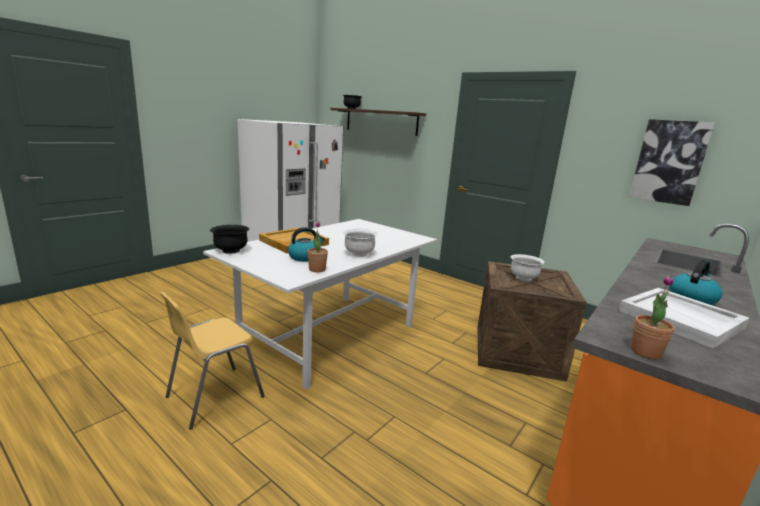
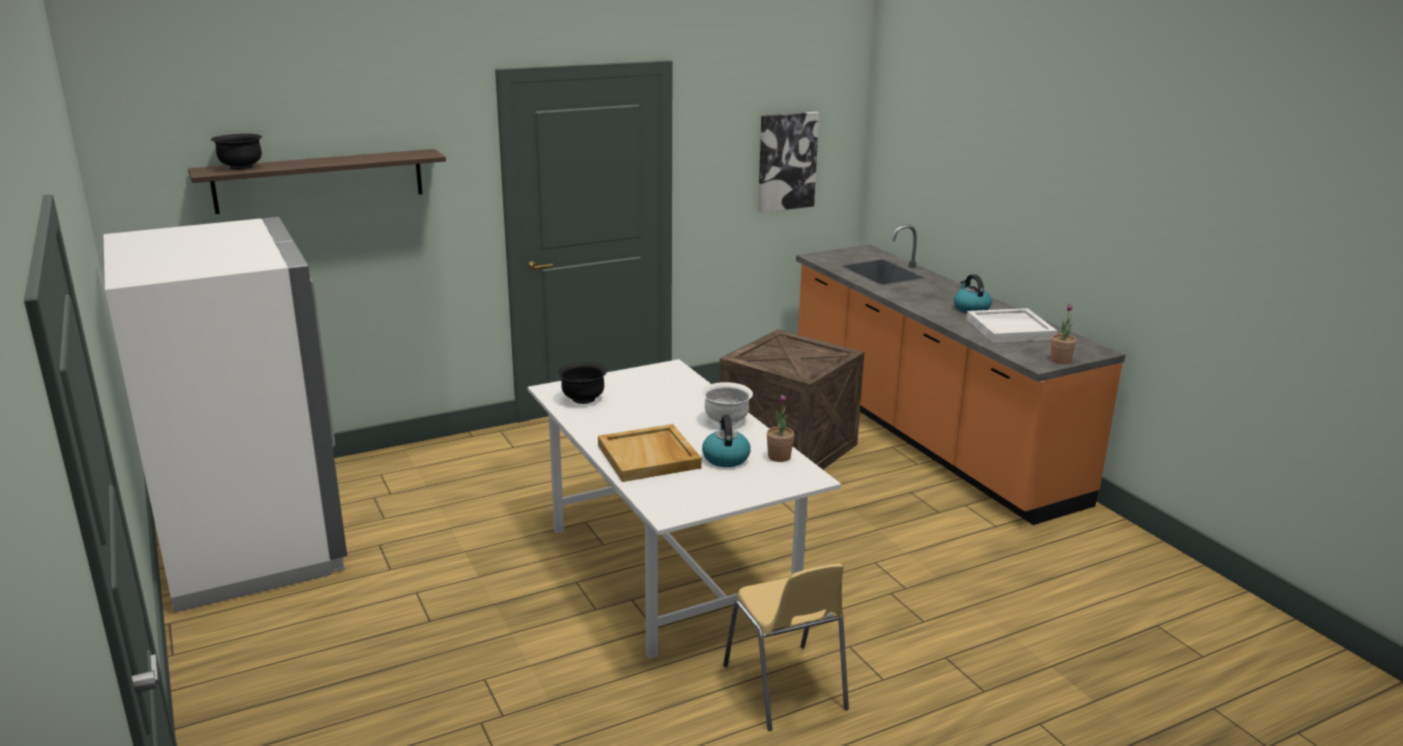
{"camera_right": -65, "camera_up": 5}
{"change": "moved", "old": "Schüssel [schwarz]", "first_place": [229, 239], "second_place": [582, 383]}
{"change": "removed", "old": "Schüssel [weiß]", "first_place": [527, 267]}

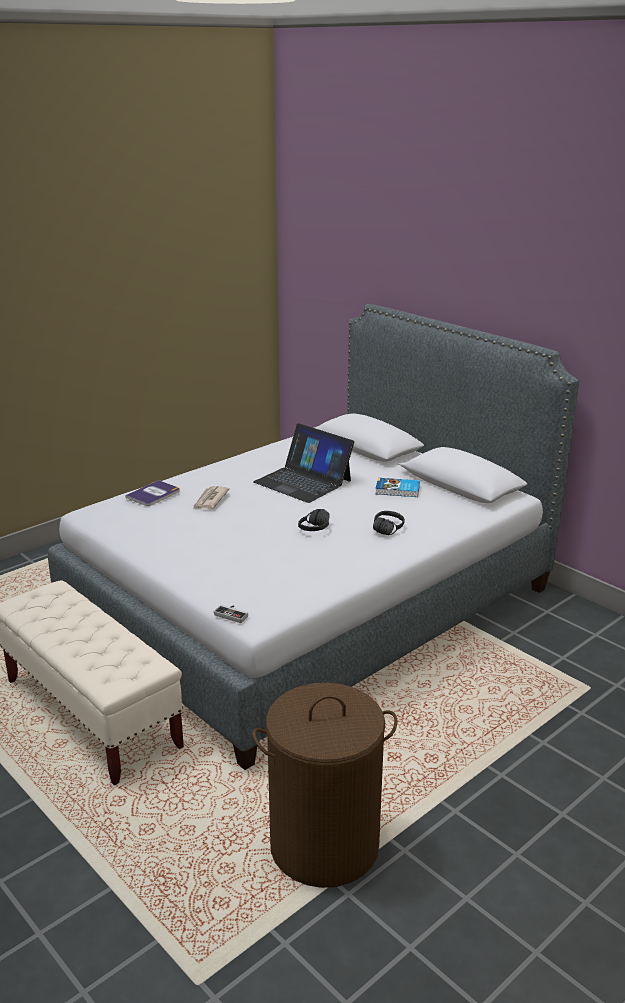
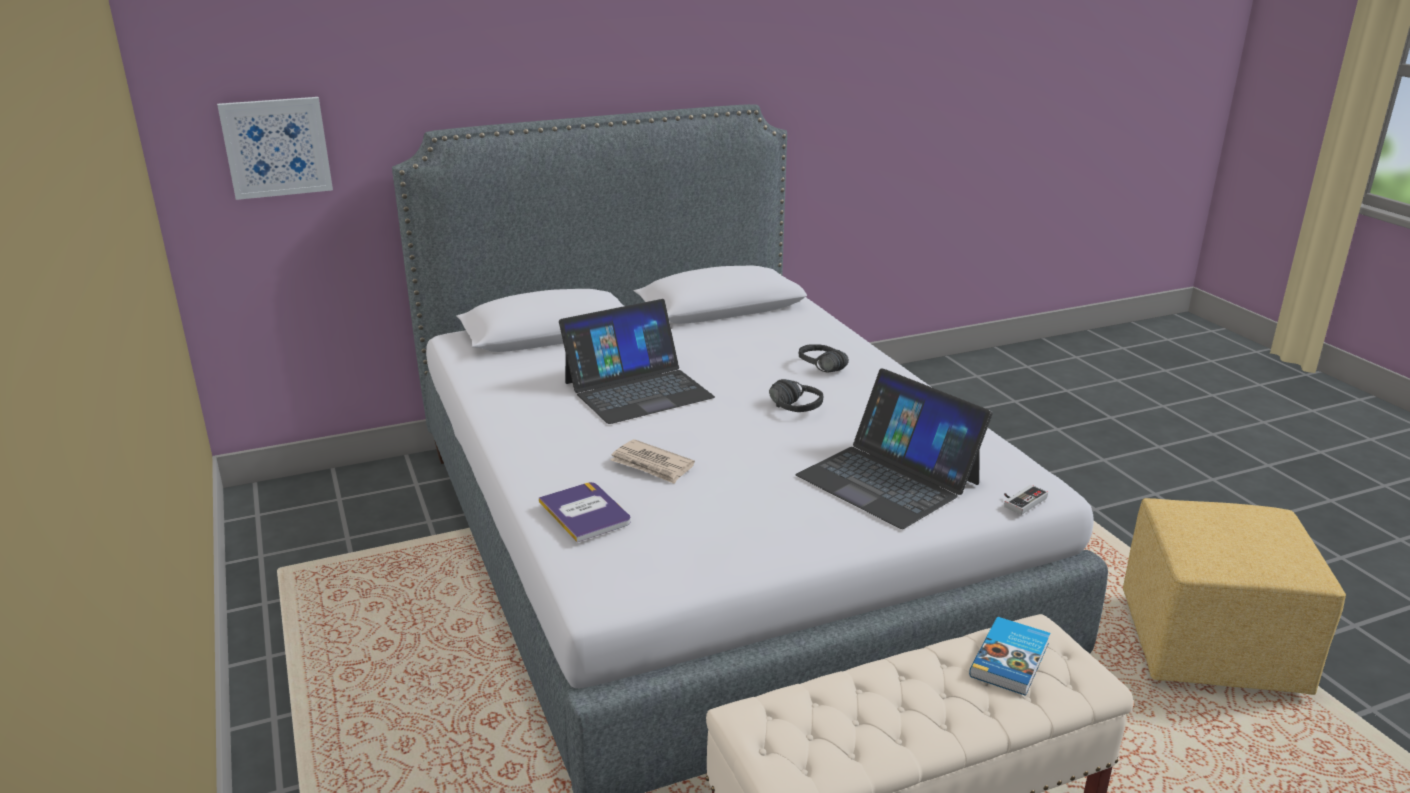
{"camera_right": -70, "camera_up": 0}
{"change": "moved", "old": "Buch", "first_place": [397, 487], "second_place": [1009, 656]}
{"change": "replaced", "old": "Wäschekorb [braun]", "new": "Polsterhocker [gelb]", "first_place": [324, 785], "second_place": [1234, 596]}
{"change": "added", "new": "Bild", "second_place": [275, 148]}
{"change": "added", "new": "Laptop", "second_place": [894, 448]}

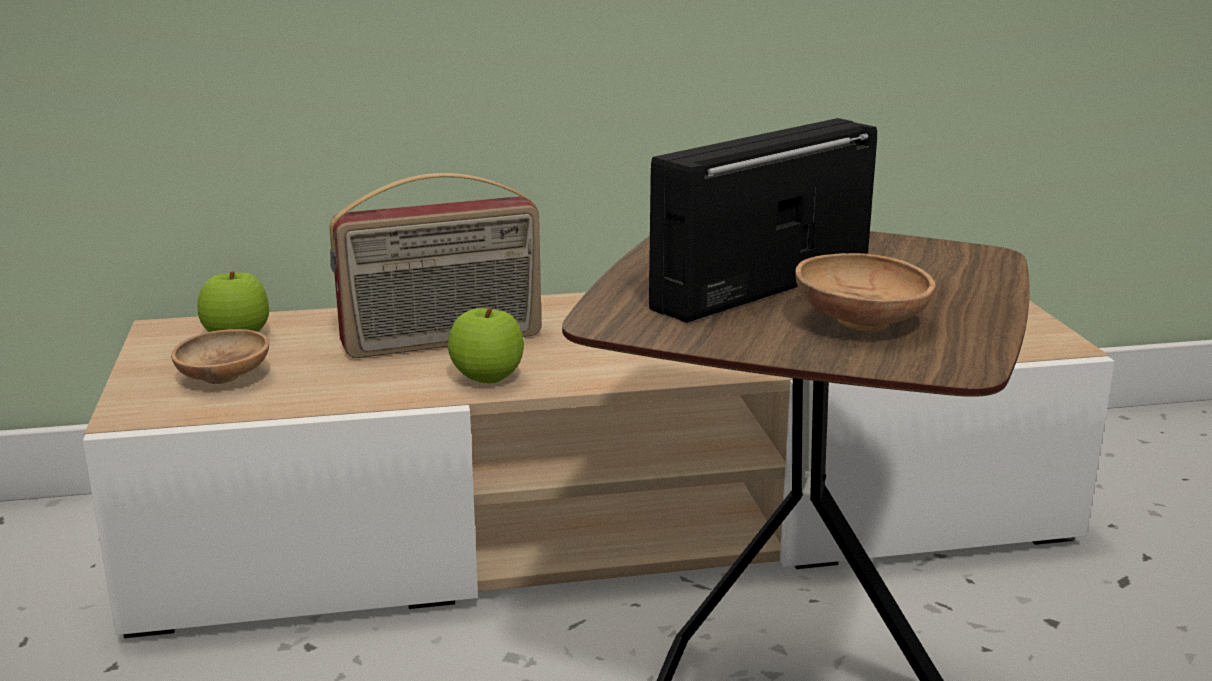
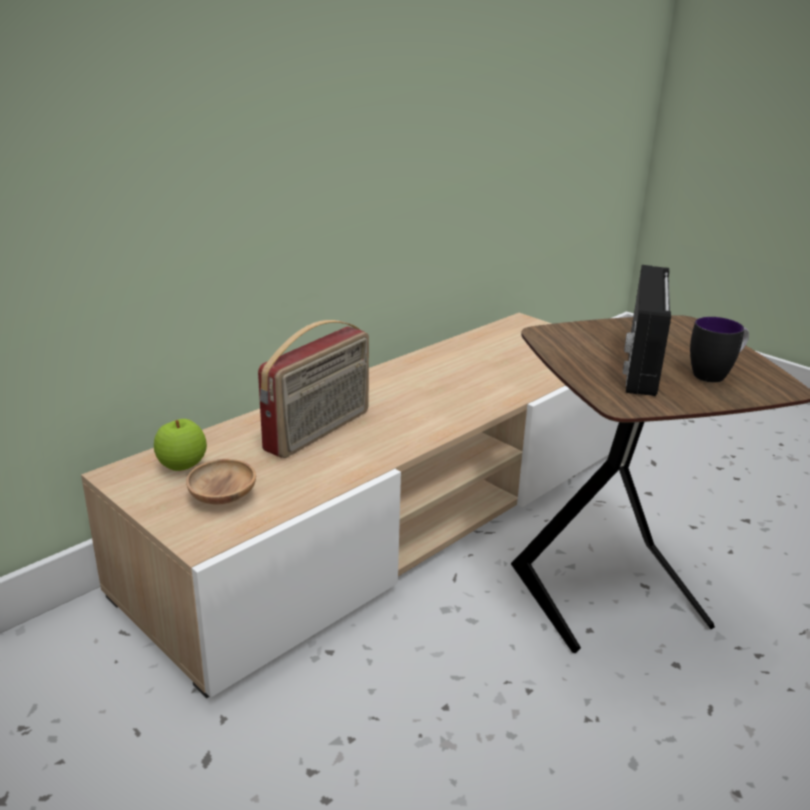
{"camera_right": -35, "camera_up": 5}
{"change": "replaced", "old": "Schüssel [braun]", "new": "Henkelbecher", "first_place": [865, 292], "second_place": [719, 350]}
{"change": "removed", "old": "Apfel", "first_place": [486, 345]}

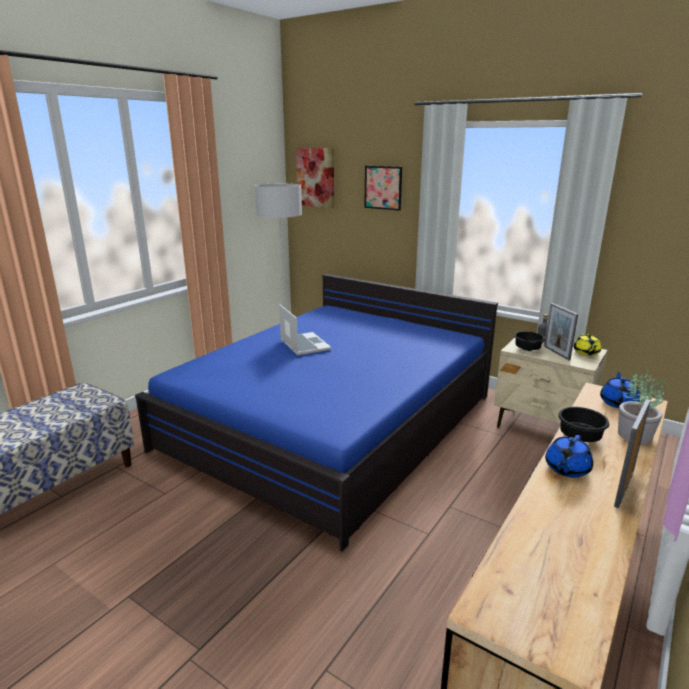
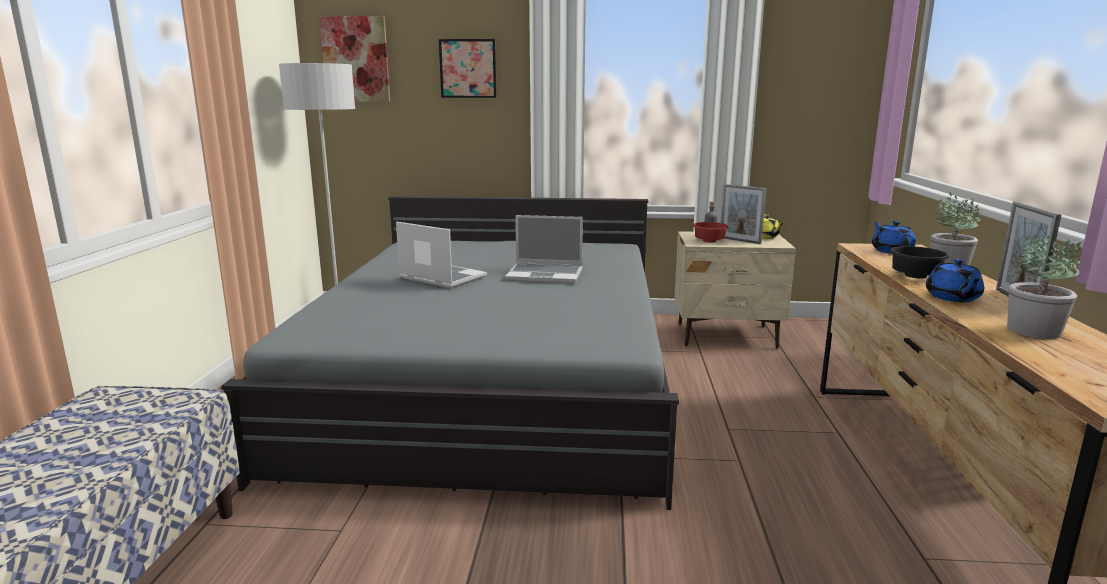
{"camera_right": -30, "camera_up": -5}
{"change": "recoloured", "old": "Bett [blau]", "new": "Bett [grau]", "first_place": [316, 412], "second_place": [450, 353]}
{"change": "recoloured", "old": "Schüssel [schwarz]", "new": "Schüssel [rot]", "first_place": [529, 341], "second_place": [711, 232]}
{"change": "added", "new": "Laptop", "second_place": [544, 249]}
{"change": "added", "new": "Topfpflanze", "second_place": [1044, 287]}

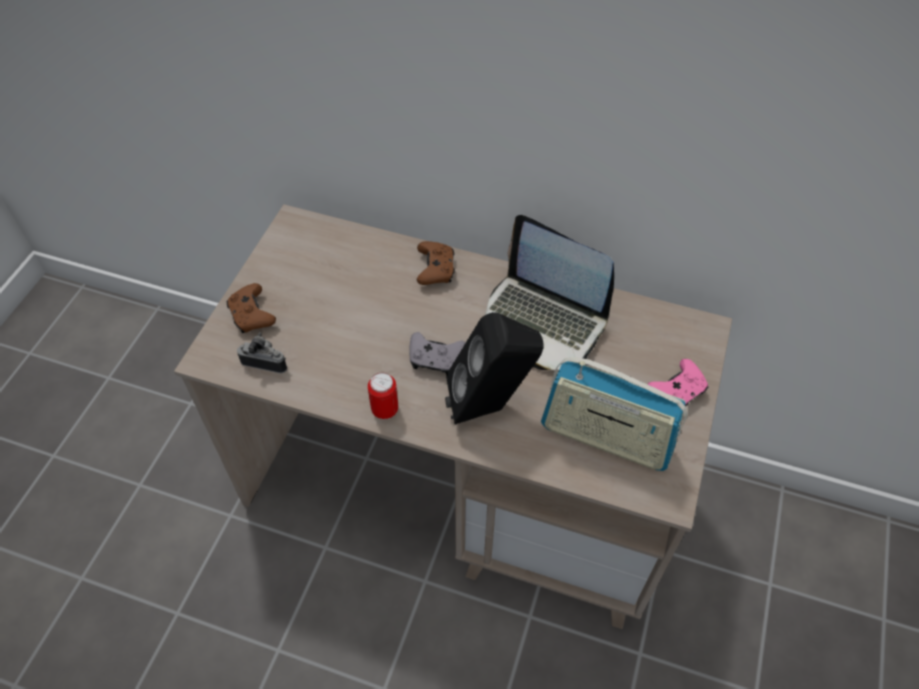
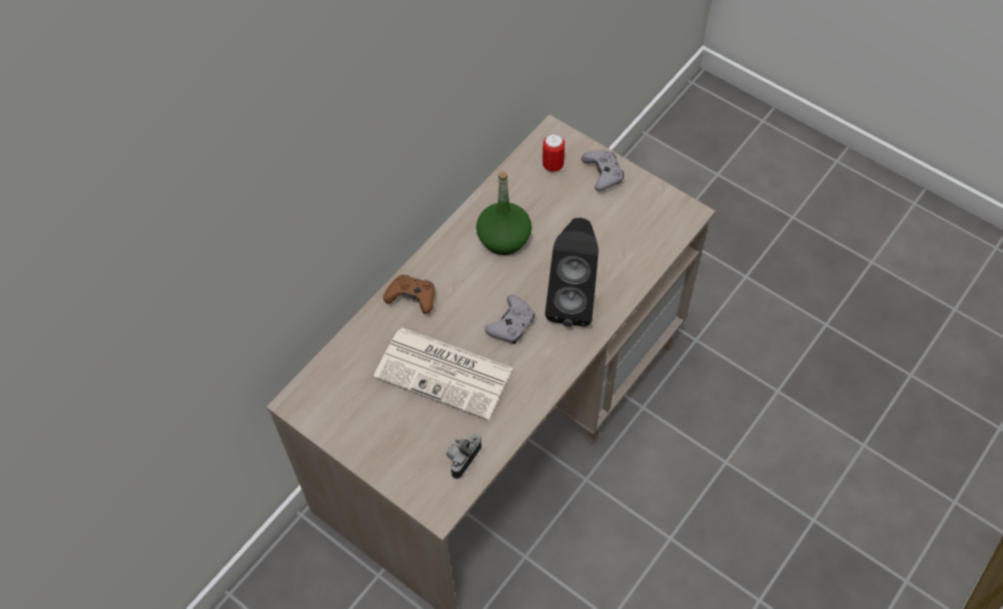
{"camera_right": -70, "camera_up": 5}
{"change": "replaced", "old": "Laptop", "new": "Flasche [grün]", "first_place": [549, 292], "second_place": [504, 213]}
{"change": "removed", "old": "Gamepad [braun]", "first_place": [251, 308]}
{"change": "removed", "old": "Radio", "first_place": [614, 414]}
{"change": "recoloured", "old": "Gamepad [rosa]", "new": "Gamepad [grau]", "first_place": [678, 382], "second_place": [603, 170]}
{"change": "moved", "old": "Dose", "first_place": [383, 396], "second_place": [553, 152]}
{"change": "added", "new": "Zeitung", "second_place": [443, 374]}

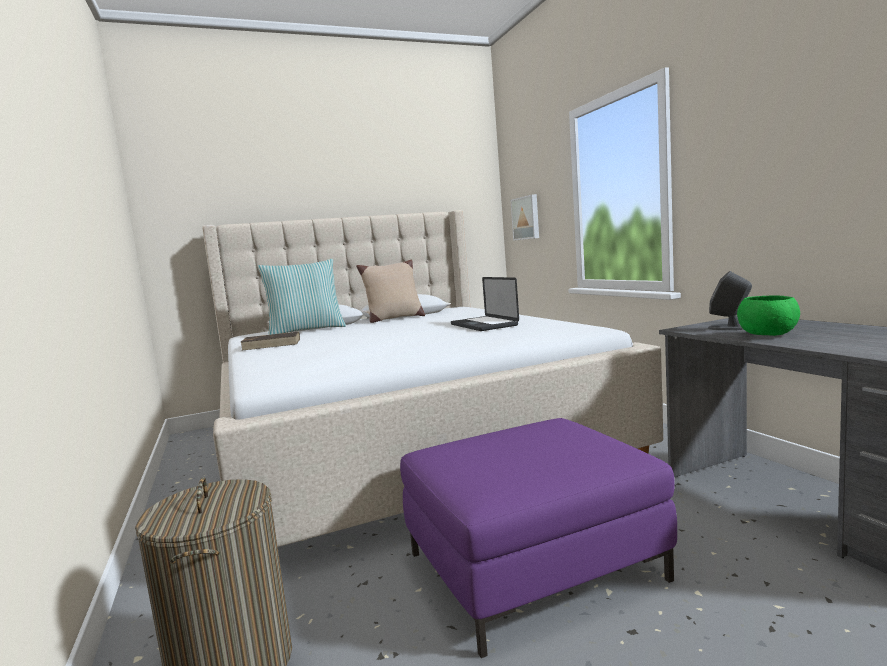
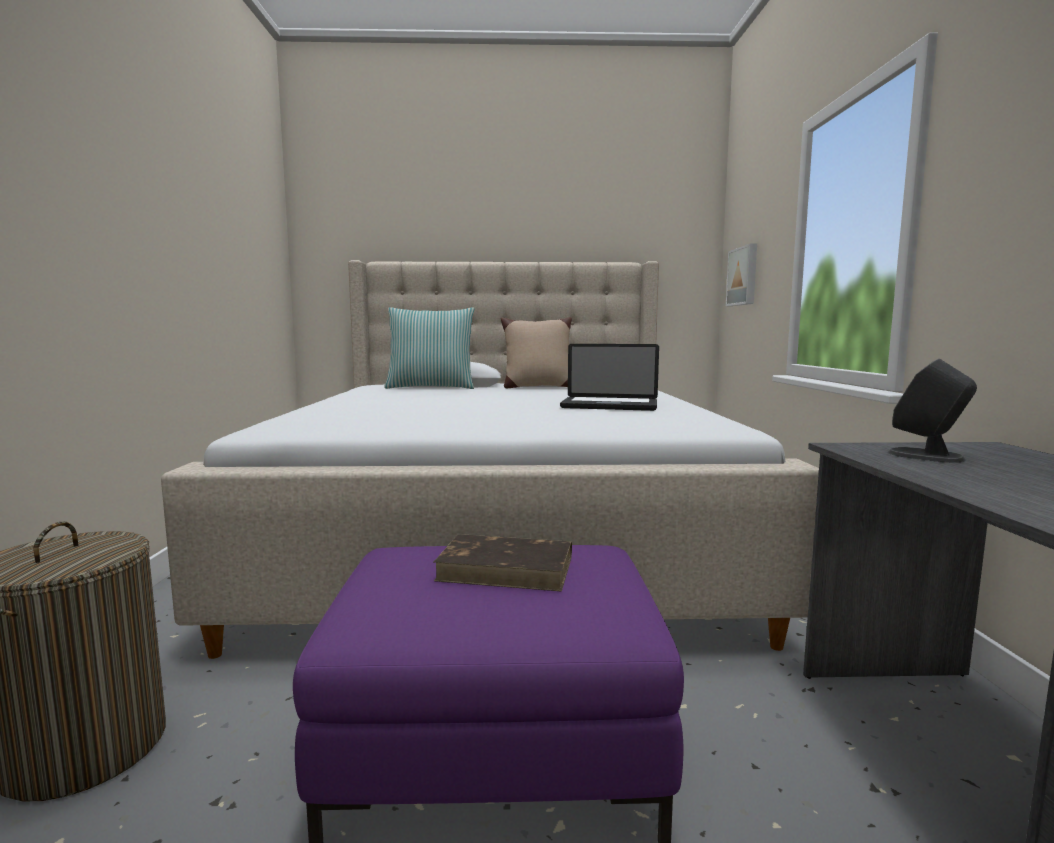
{"camera_right": 20, "camera_up": 0}
{"change": "turned", "old": "Laptop", "first_place": [485, 304], "second_place": [609, 377], "degrees": -75}
{"change": "removed", "old": "Schüssel [grün]", "first_place": [768, 316]}
{"change": "moved", "old": "Buch [braun]", "first_place": [270, 341], "second_place": [503, 563]}

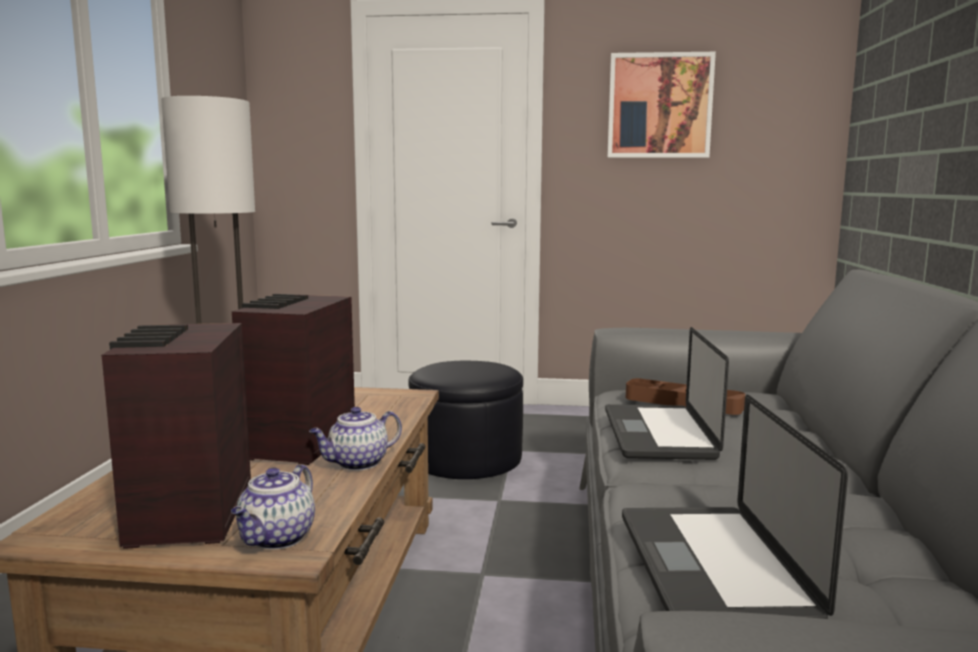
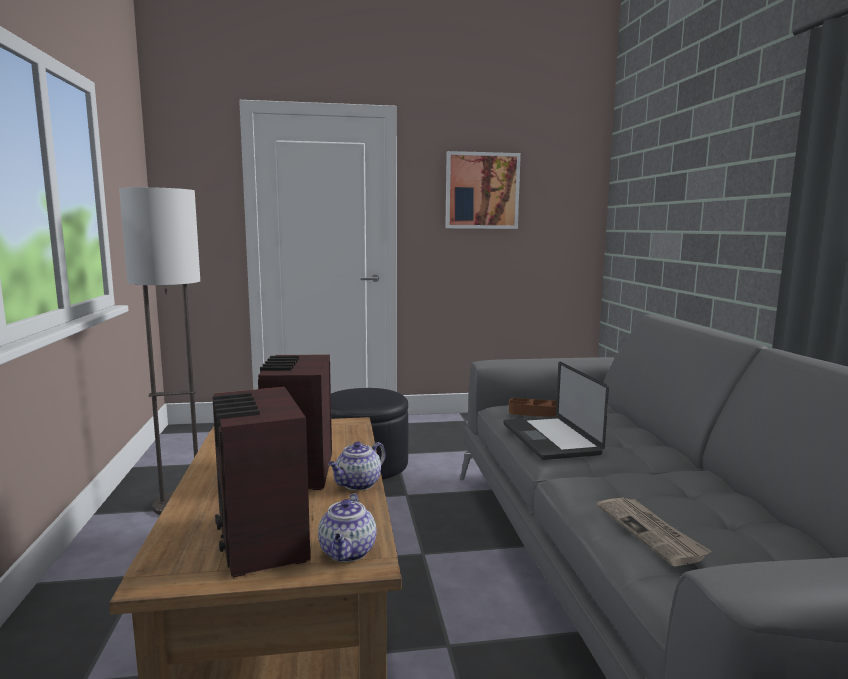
{"camera_right": -15, "camera_up": 0}
{"change": "replaced", "old": "Laptop", "new": "Zeitung", "first_place": [735, 507], "second_place": [654, 531]}

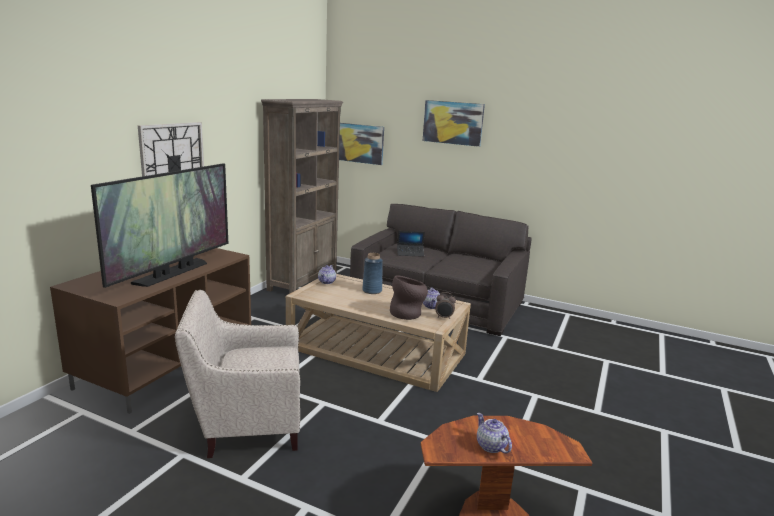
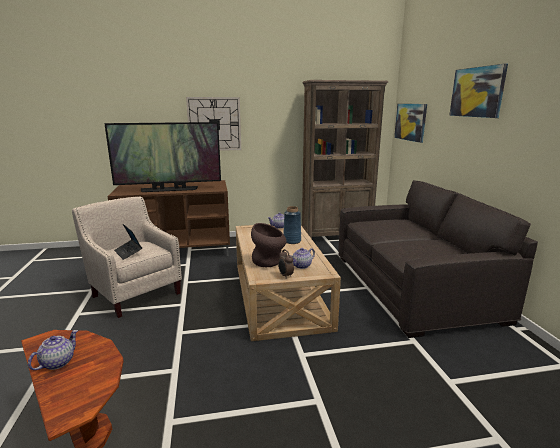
{"camera_right": 55, "camera_up": 0}
{"change": "moved", "old": "Laptop", "first_place": [411, 244], "second_place": [128, 242]}

